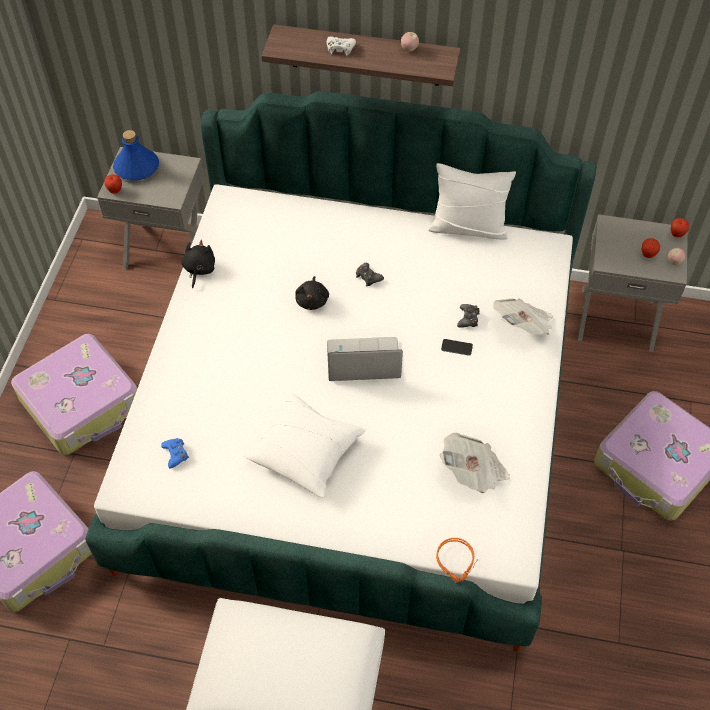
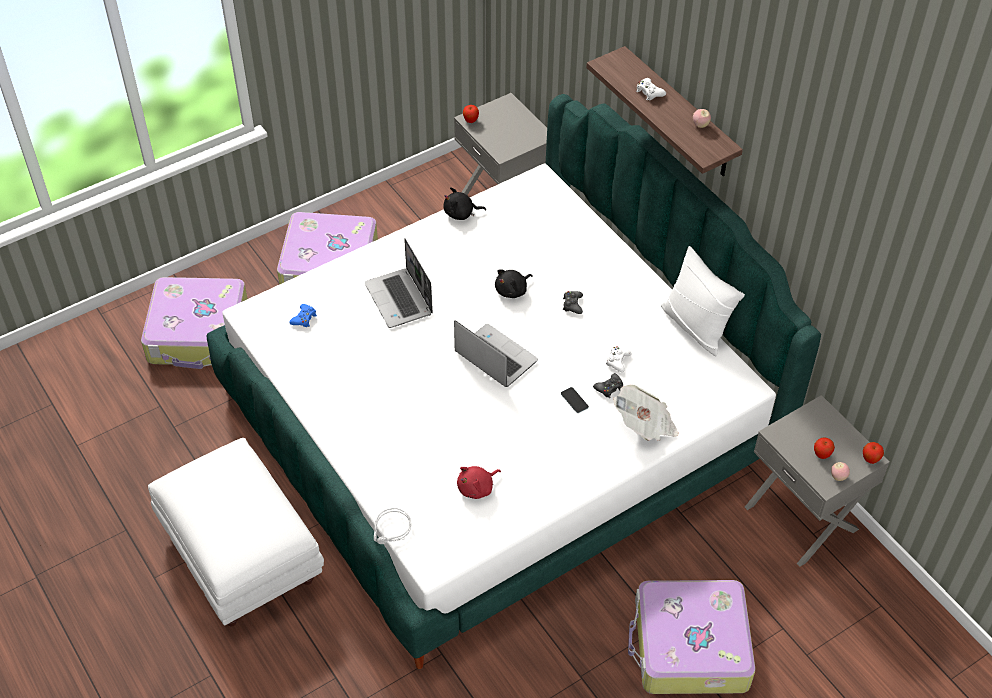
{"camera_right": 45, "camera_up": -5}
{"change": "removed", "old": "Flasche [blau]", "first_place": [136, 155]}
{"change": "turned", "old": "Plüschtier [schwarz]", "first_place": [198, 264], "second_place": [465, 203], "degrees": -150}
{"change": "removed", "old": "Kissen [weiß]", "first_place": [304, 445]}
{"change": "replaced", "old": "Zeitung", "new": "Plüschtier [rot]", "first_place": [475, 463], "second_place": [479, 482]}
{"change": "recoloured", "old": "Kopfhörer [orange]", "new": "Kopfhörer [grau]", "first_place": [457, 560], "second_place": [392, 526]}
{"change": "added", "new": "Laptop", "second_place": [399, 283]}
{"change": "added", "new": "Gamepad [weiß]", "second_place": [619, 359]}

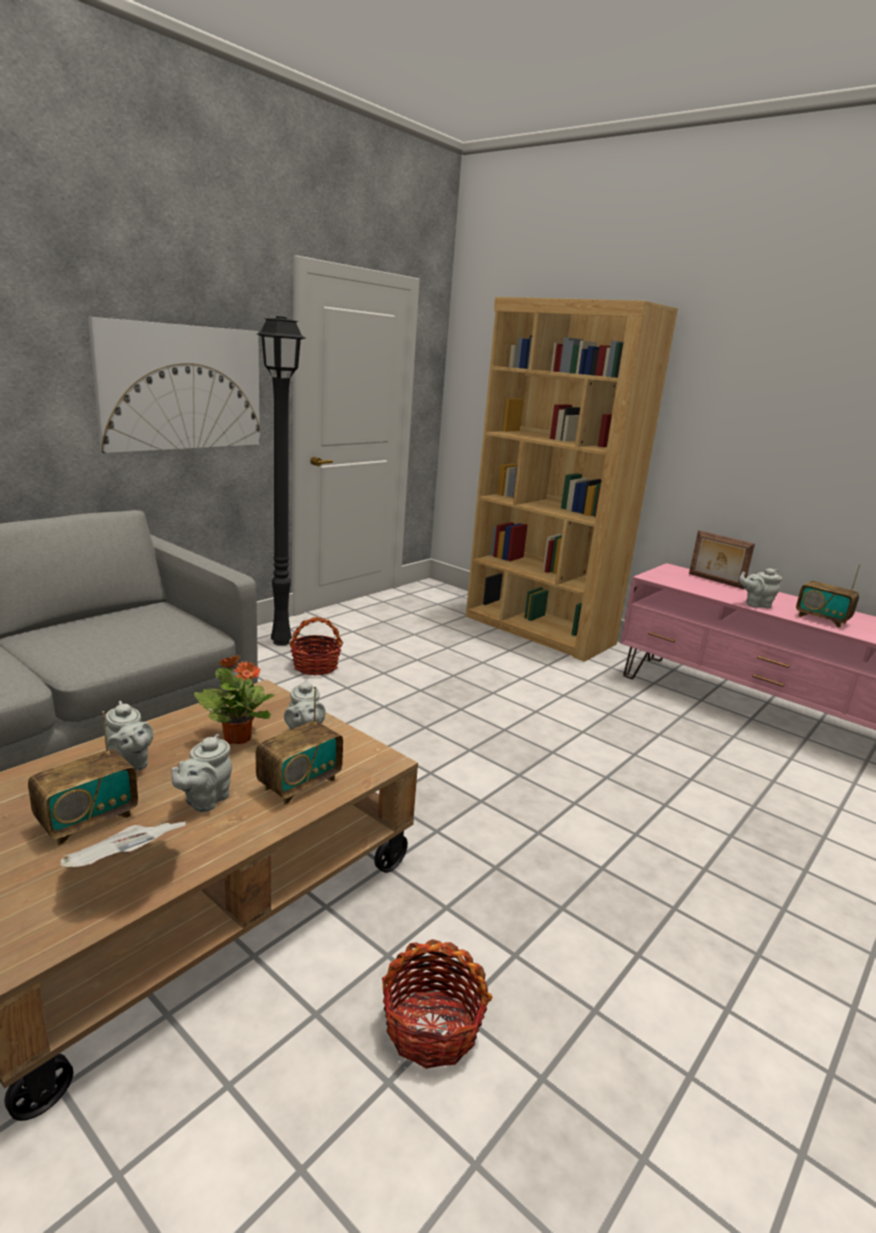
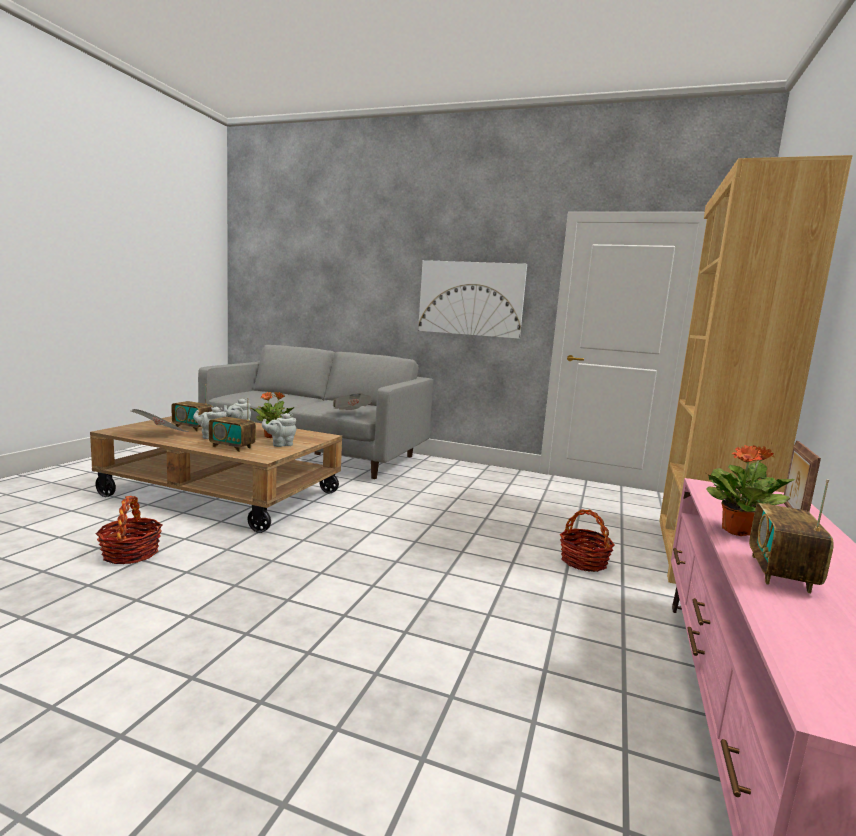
{"camera_right": 70, "camera_up": -10}
{"change": "removed", "old": "Stehlampe [schwarz]", "first_place": [281, 481]}
{"change": "replaced", "old": "Teekanne [grau]", "new": "Topfpflanze", "first_place": [760, 588], "second_place": [750, 490]}
{"change": "moved", "old": "Korb", "first_place": [316, 646], "second_place": [587, 540]}
{"change": "added", "new": "Zeitung", "second_place": [352, 401]}

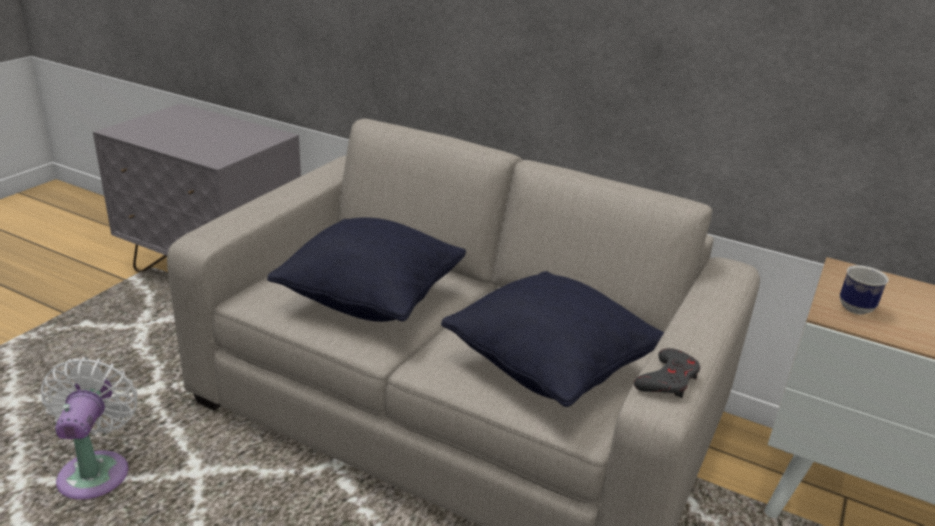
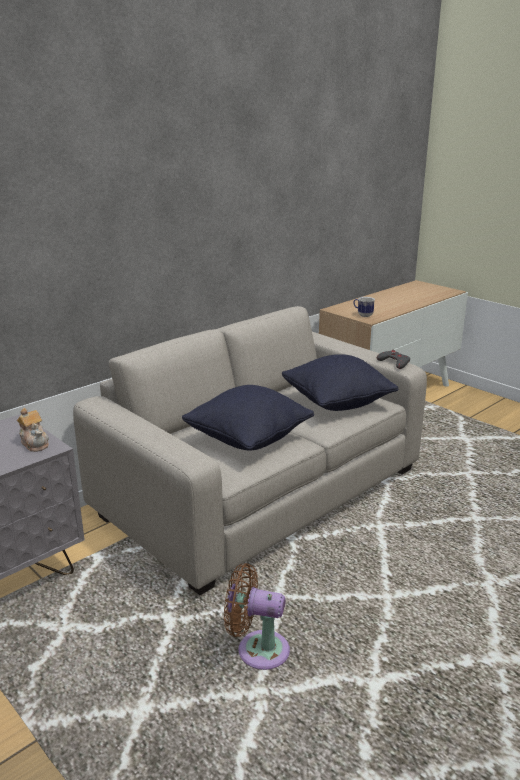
{"camera_right": -70, "camera_up": -5}
{"change": "recoloured", "old": "Ventilator [weiß]", "new": "Ventilator [braun]", "first_place": [89, 428], "second_place": [257, 616]}
{"change": "added", "new": "Teekanne", "second_place": [33, 430]}

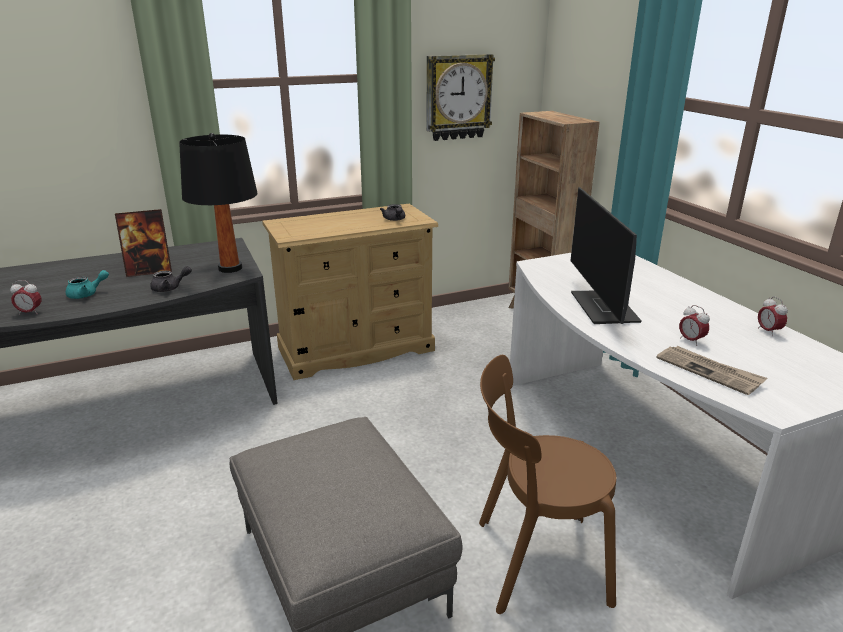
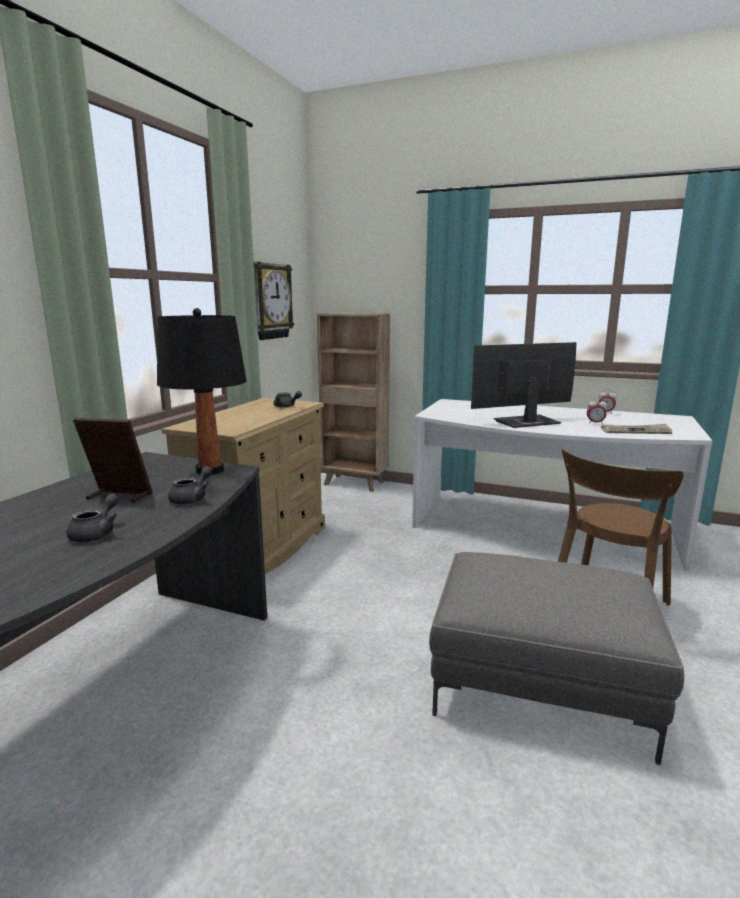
{"camera_right": -45, "camera_up": -10}
{"change": "turned", "old": "Monitor", "first_place": [606, 255], "second_place": [524, 385], "degrees": 120}
{"change": "turned", "old": "Bilderrahmen", "first_place": [143, 243], "second_place": [113, 460], "degrees": -105}
{"change": "recoloured", "old": "Teekanne [türkis]", "new": "Teekanne [grau]", "first_place": [87, 284], "second_place": [93, 518]}
{"change": "removed", "old": "Wecker", "first_place": [26, 297]}

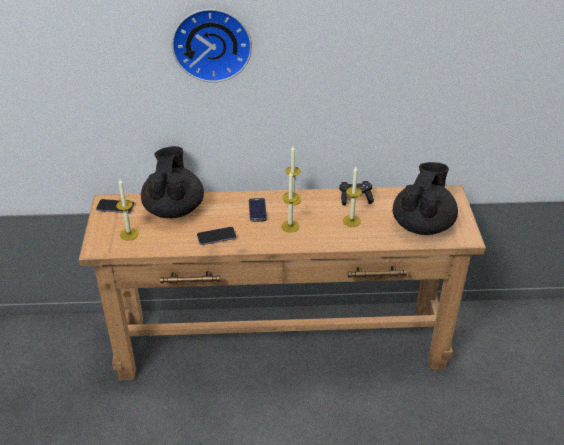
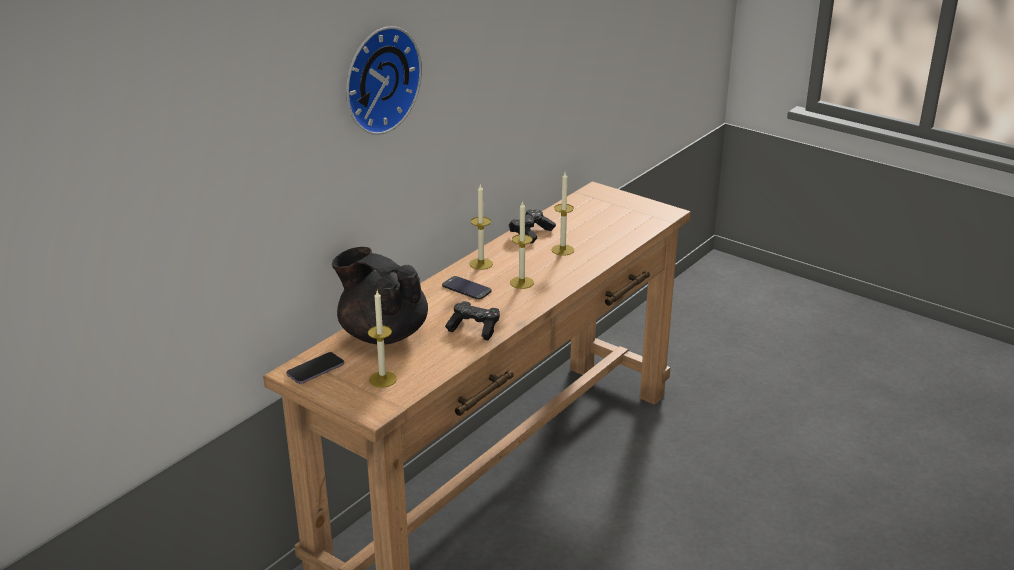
{"camera_right": -50, "camera_up": -10}
{"change": "removed", "old": "Teekanne [schwarz]", "first_place": [425, 198]}
{"change": "replaced", "old": "Handy", "new": "Gamepad [schwarz]", "first_place": [216, 236], "second_place": [472, 320]}

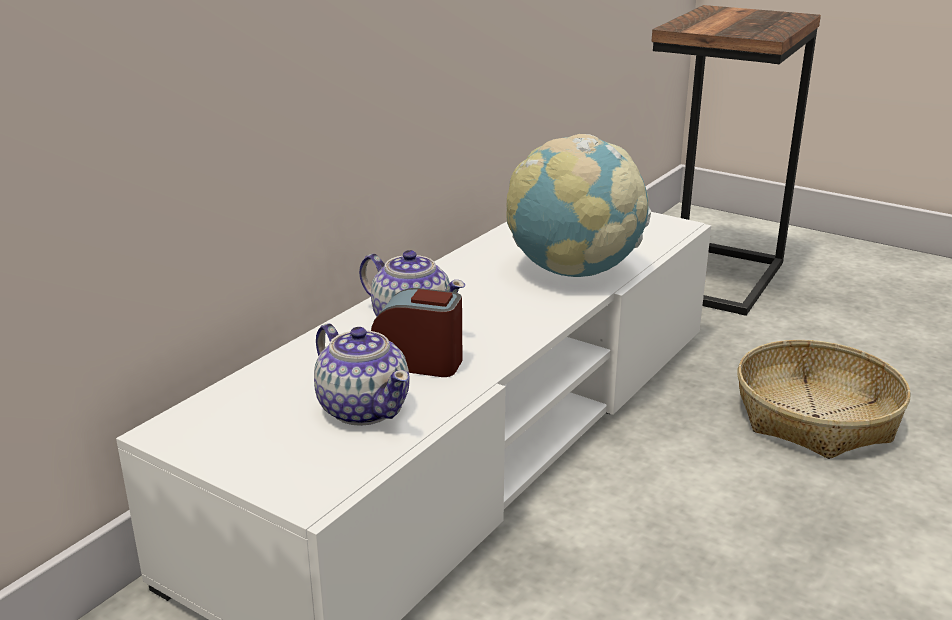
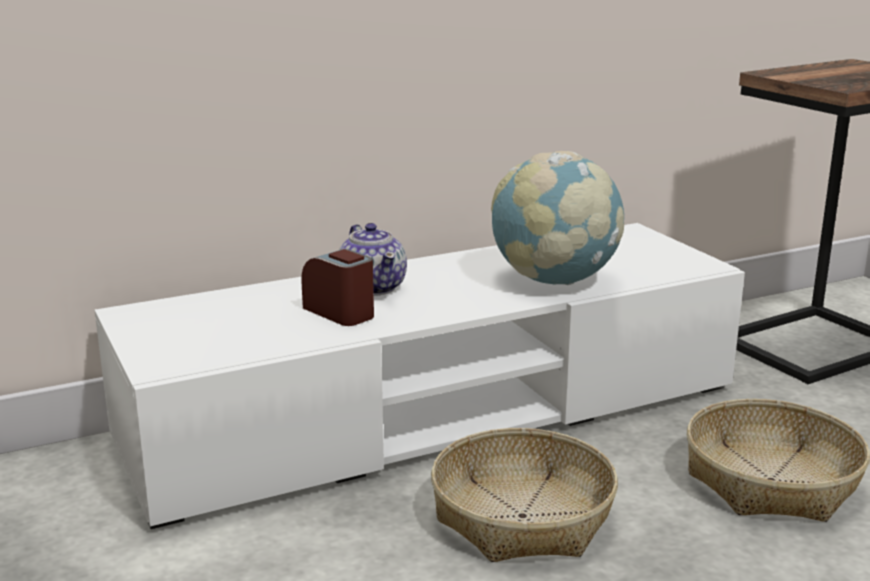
{"camera_right": 30, "camera_up": -5}
{"change": "removed", "old": "Teekanne", "first_place": [361, 374]}
{"change": "added", "new": "Korb", "second_place": [524, 495]}

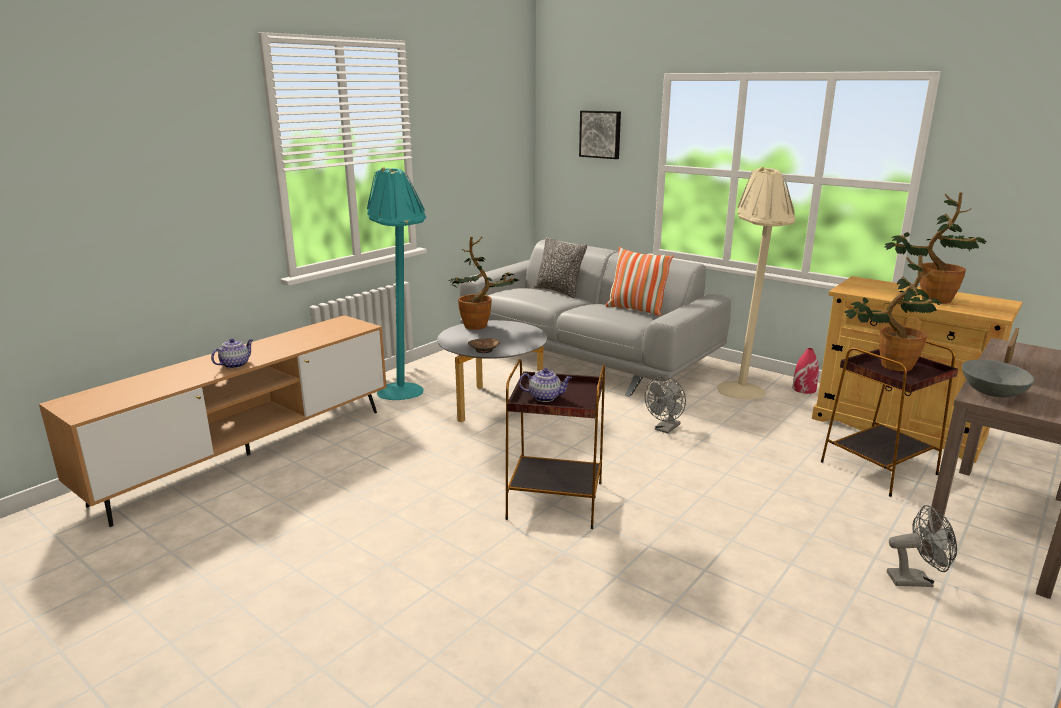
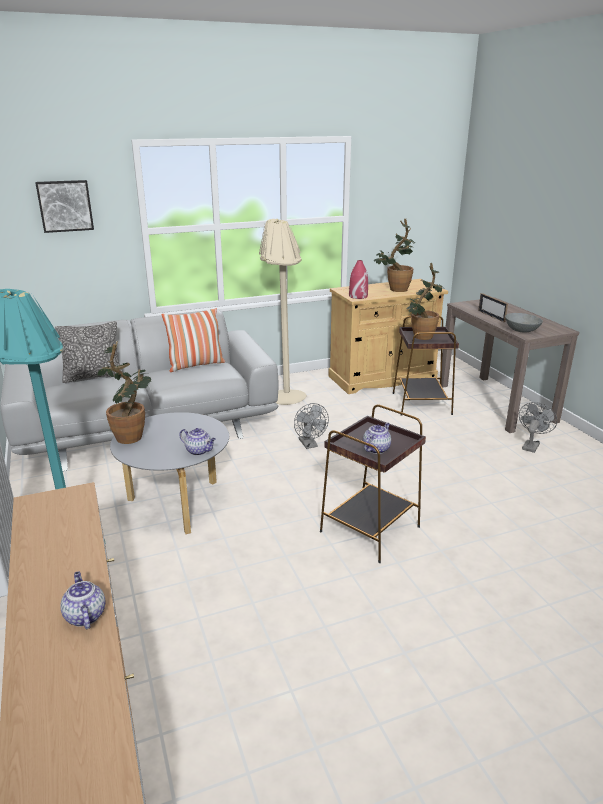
{"camera_right": -60, "camera_up": 5}
{"change": "replaced", "old": "Schüssel [braun]", "new": "Teekanne", "first_place": [484, 345], "second_place": [197, 441]}
{"change": "moved", "old": "Vase [rot]", "first_place": [805, 371], "second_place": [358, 279]}

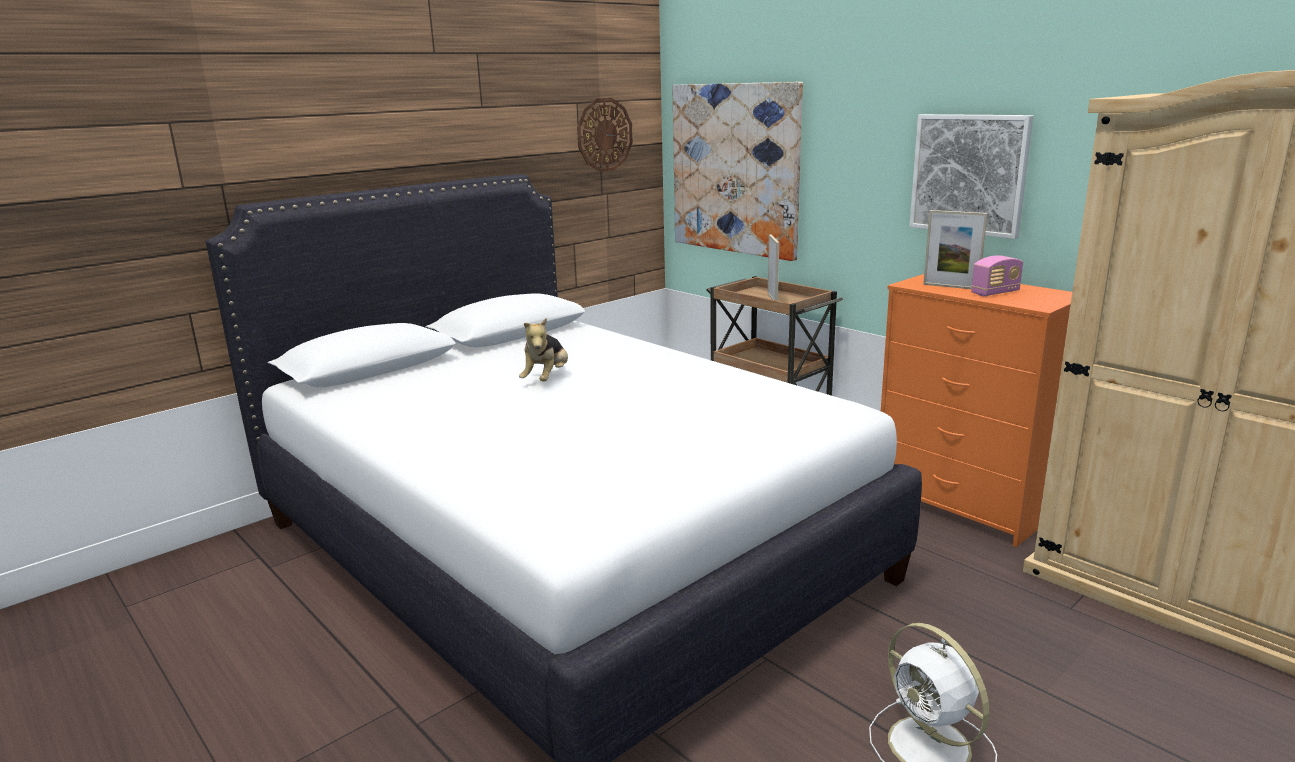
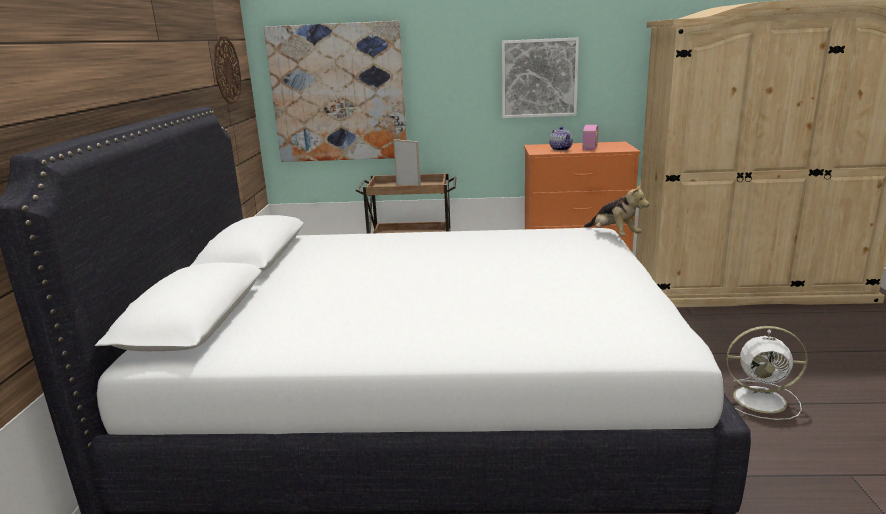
{"camera_right": -45, "camera_up": 0}
{"change": "replaced", "old": "Bilderrahmen", "new": "Teekanne", "first_place": [955, 249], "second_place": [561, 139]}
{"change": "moved", "old": "Plüschtier", "first_place": [543, 349], "second_place": [616, 209]}

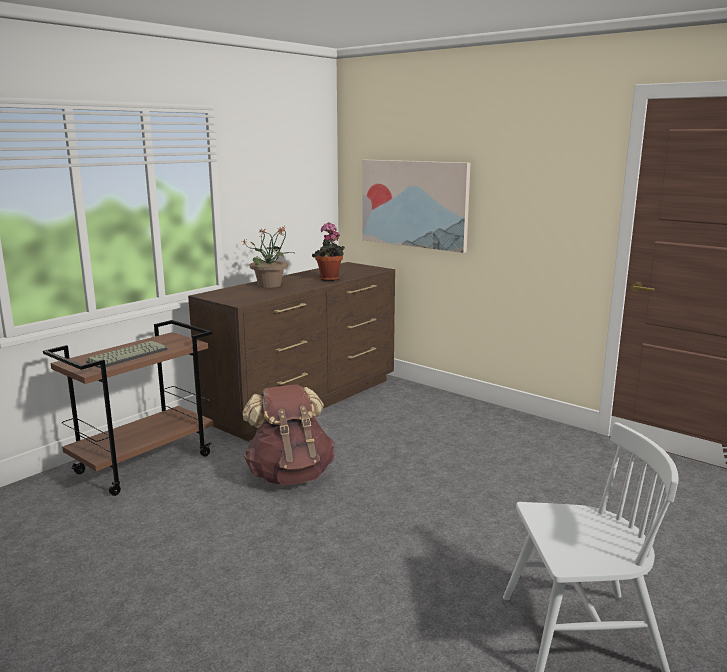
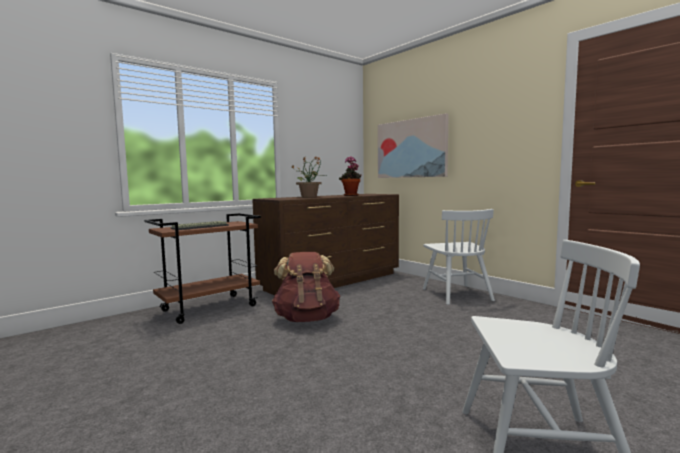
{"camera_right": 10, "camera_up": -10}
{"change": "added", "new": "Stuhl [weiß]", "second_place": [459, 257]}

